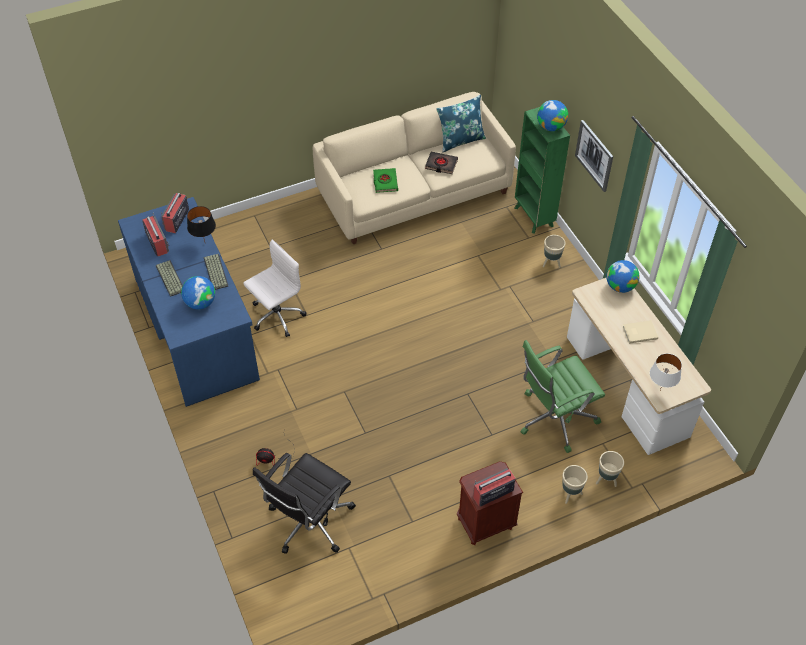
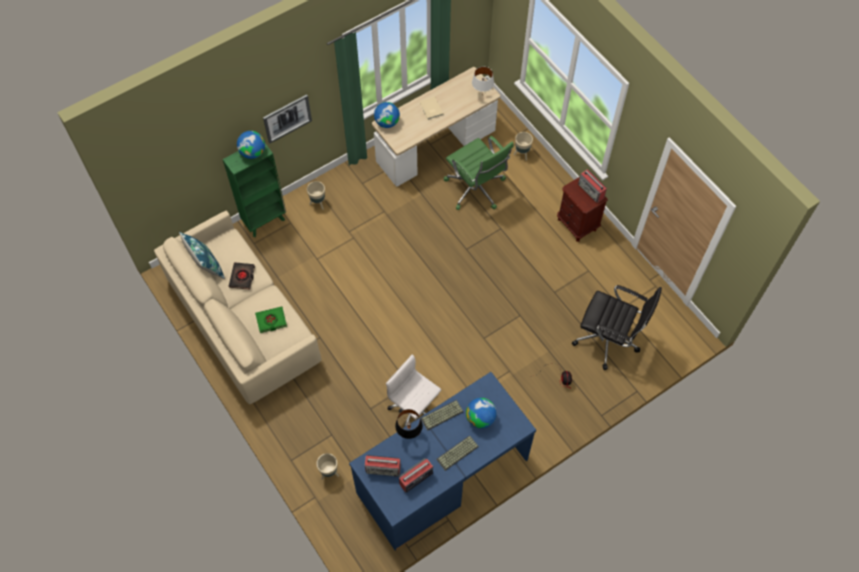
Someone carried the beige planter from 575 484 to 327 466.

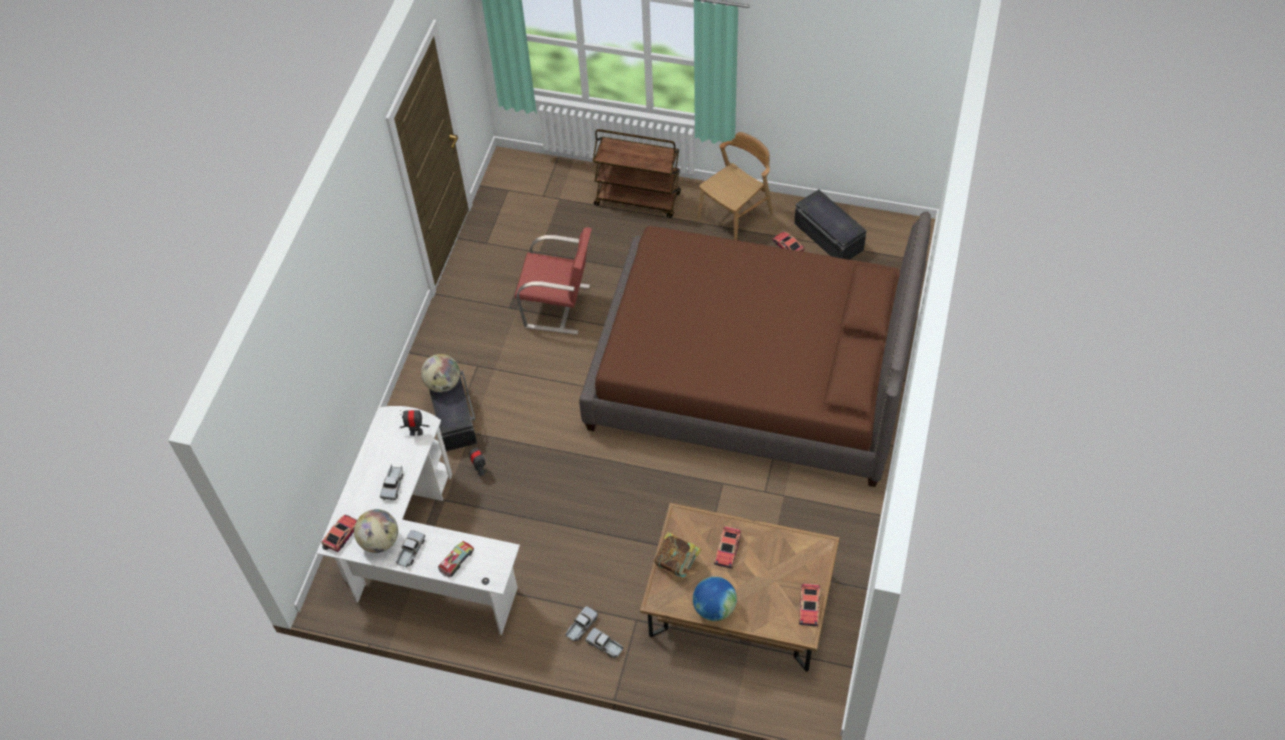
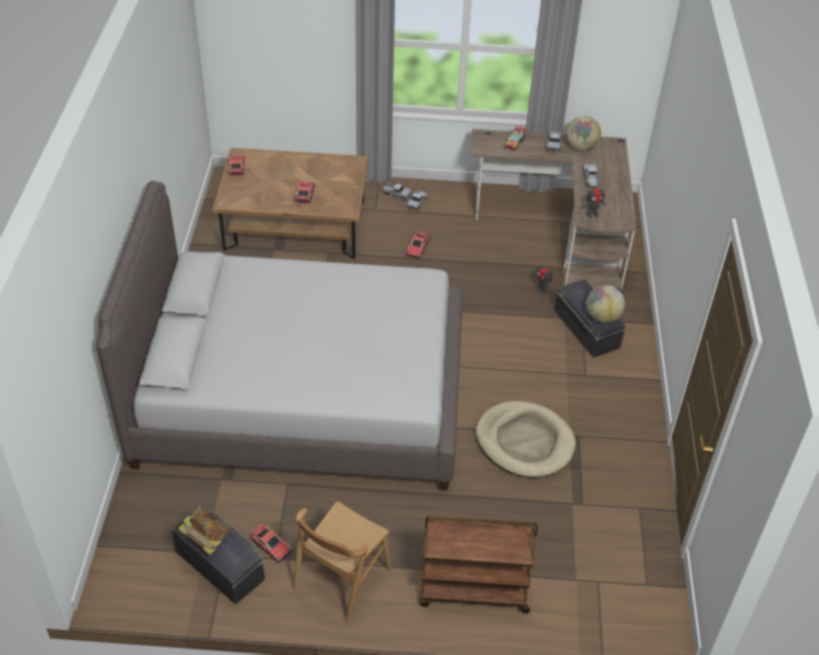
Someone repainted the brown bed at 755 349, which became the grey bed at 279 336. Someone swapped the red chair at 553 281 for the beige dog bed at 526 439. Someone repainted the white desk at 418 520, which became the brown desk at 554 209. Someone carried the toy car from 339 533 to 417 244. Someone carried the book from 677 554 to 204 530. Someone took away the globe at 715 599.

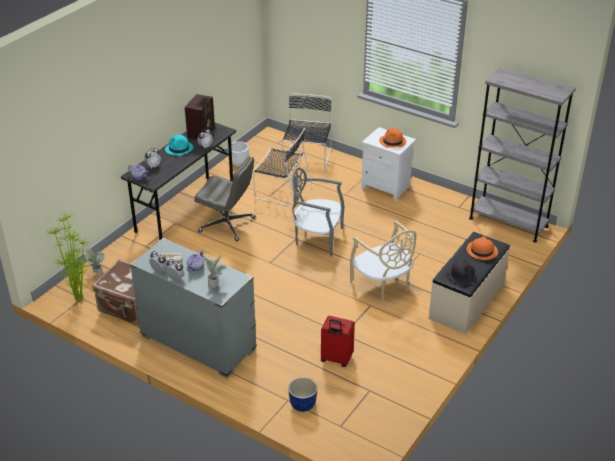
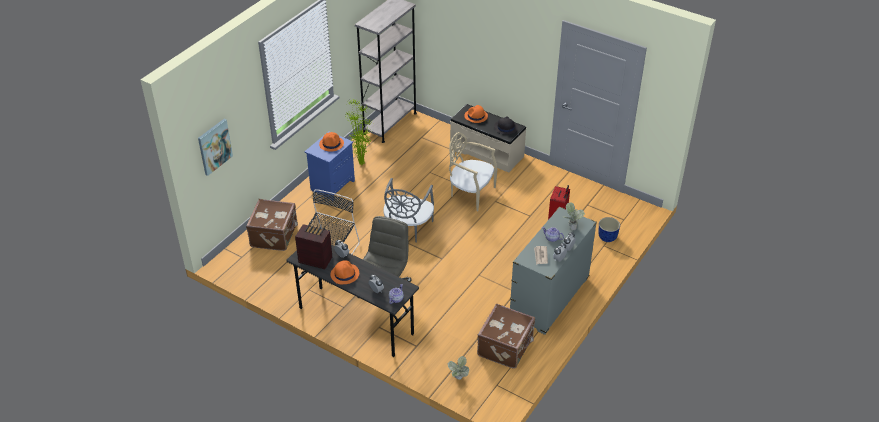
Someone swapped the black chair at 307 131 for the brown suitcase at 272 225. Someone repainted the white nightstand at 388 164, which became the blue nightstand at 329 165. Someone repainted the turquoise hat at 179 145, which became the orange hat at 344 272. Someone took away the white planter at 238 154. Someone carried the potted plant from 67 256 to 358 132. Someone rotated the beige chair at 383 261 by 120 degrees counterclockwise. Someone put up the picture at 215 147.

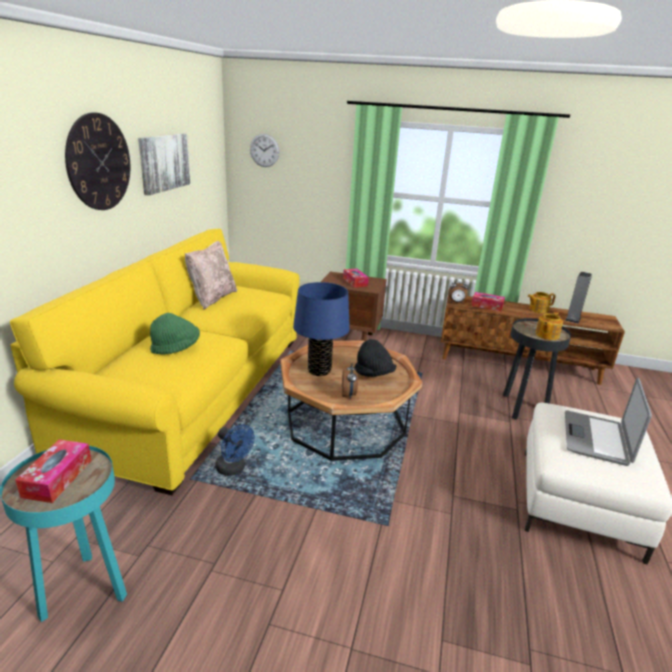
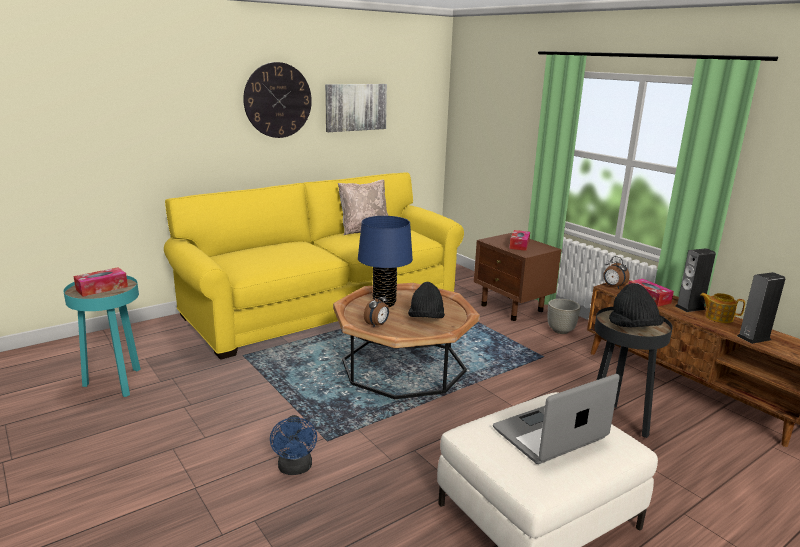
Someone took away the wall clock at 265 150. Someone swapped the teapot at 549 326 for the black hat at 636 305. Someone took away the green hat at 175 334. Someone carried the blue fan from 235 450 to 293 445. Someone put down the speaker at 695 280. Someone put down the grey planter at 564 316.

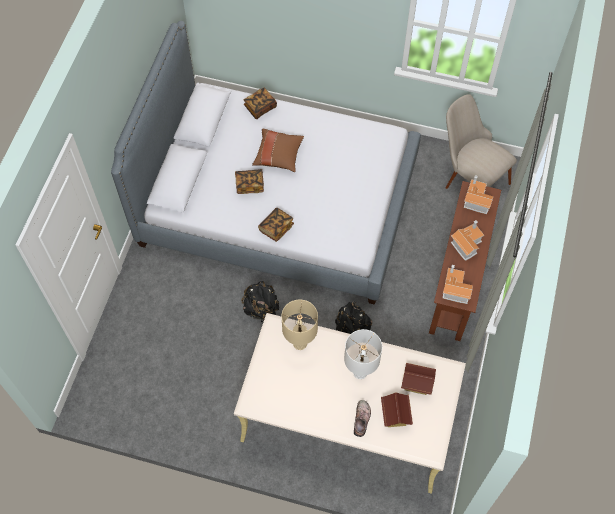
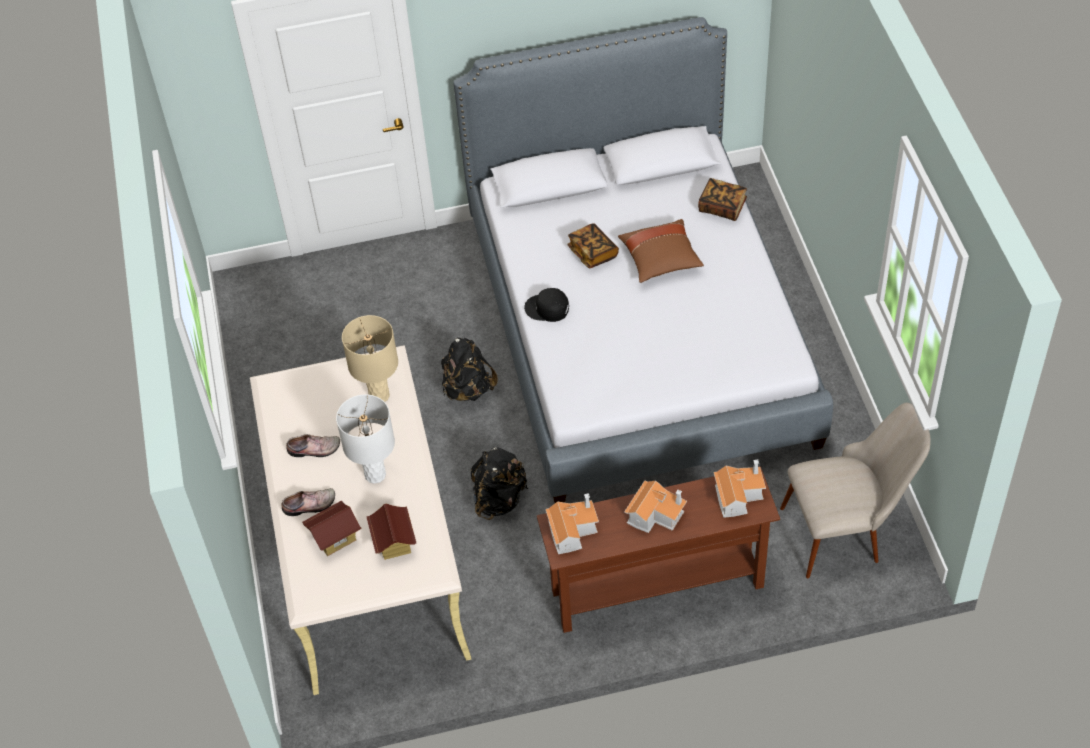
Someone rotated the beige chair at 481 141 by 60 degrees clockwise. Someone swapped the book at 276 225 for the black cap at 546 305. Someone put down the shoe at 313 445.

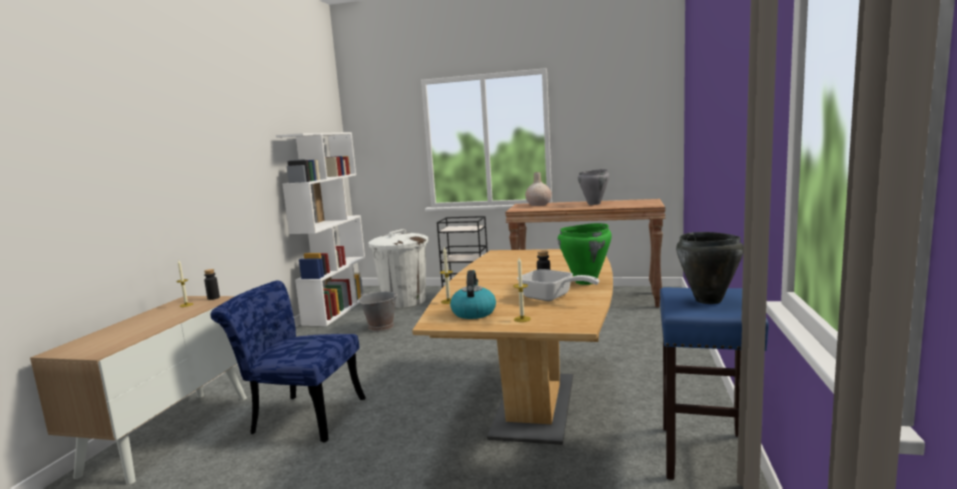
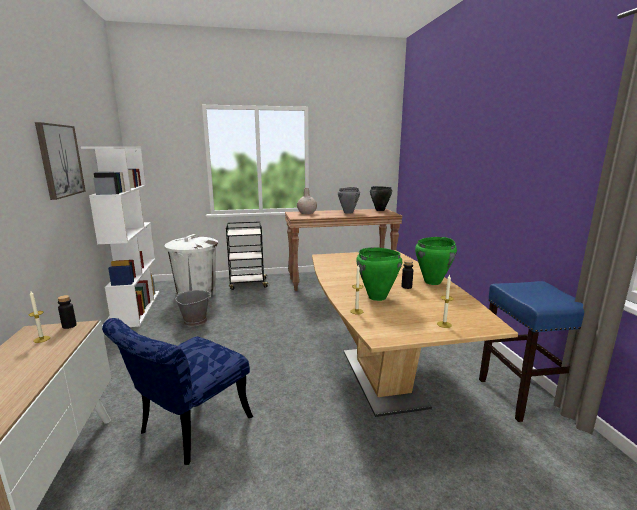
Someone carried the black cooking pot from 710 268 to 381 198. Someone took away the frying pan at 558 285. Someone took away the kettle at 473 294. Someone rotated the blue chair at 288 362 by 45 degrees counterclockwise. Someone put up the picture at 60 161. Someone put down the green cooking pot at 379 274.

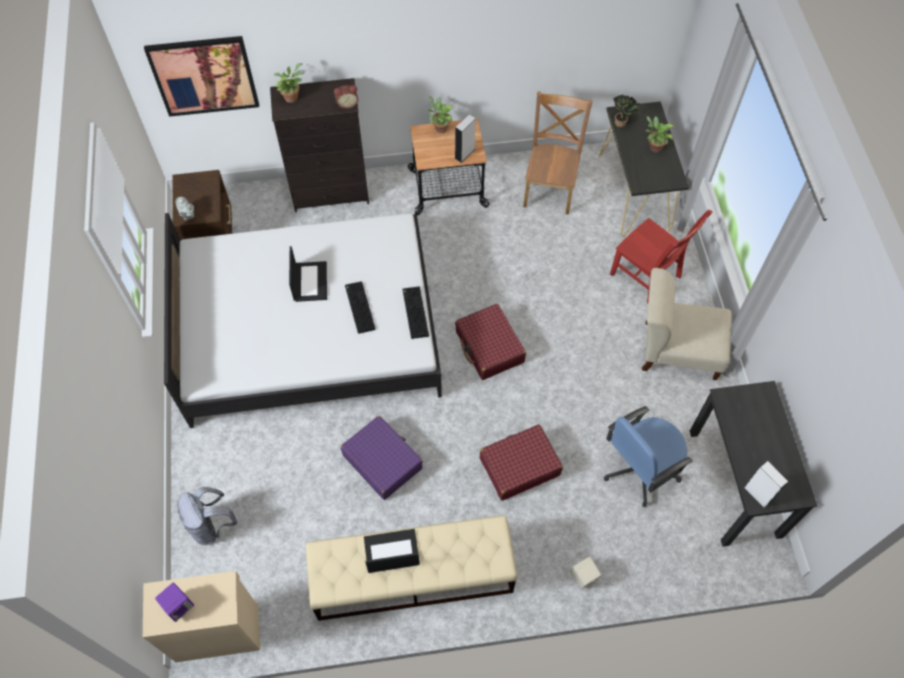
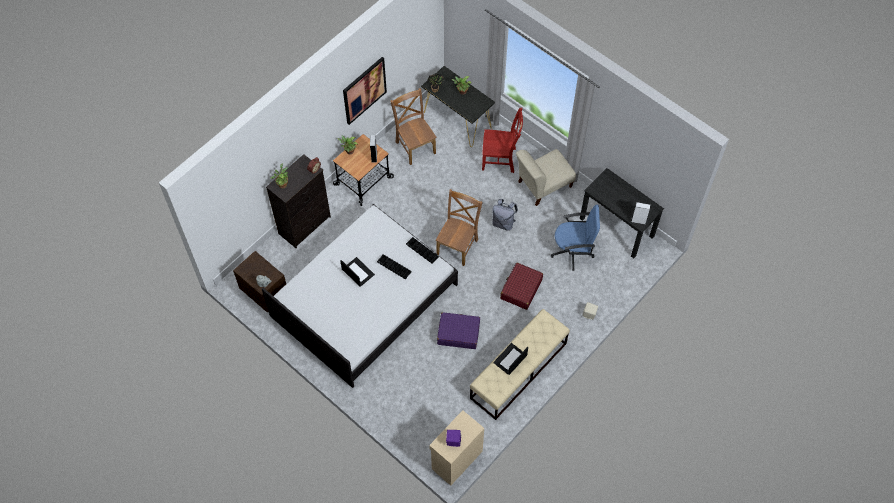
Someone carried the picture from 201 76 to 365 91. Someone swapped the red suitcase at 490 342 for the brown chair at 459 227. Someone rotated the blue office chair at 648 456 by 105 degrees counterclockwise. Someone carried the grey backpack from 207 516 to 505 215.

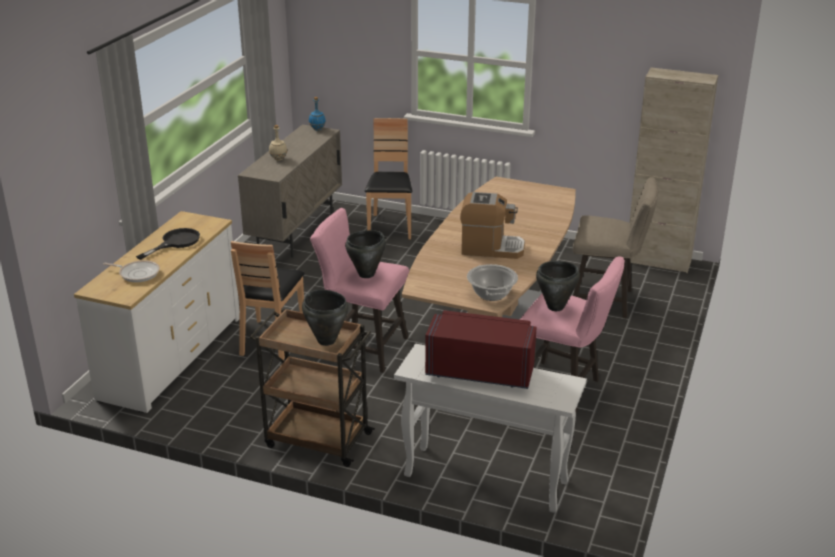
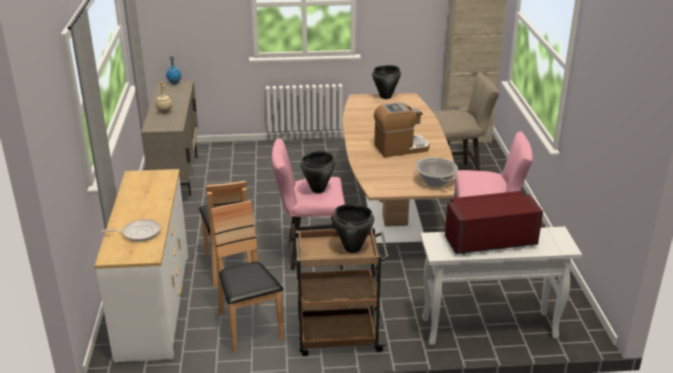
Someone carried the brown chair from 388 179 to 247 277. Someone took away the black frying pan at 168 244. Someone carried the black cooking pot from 558 286 to 386 82.

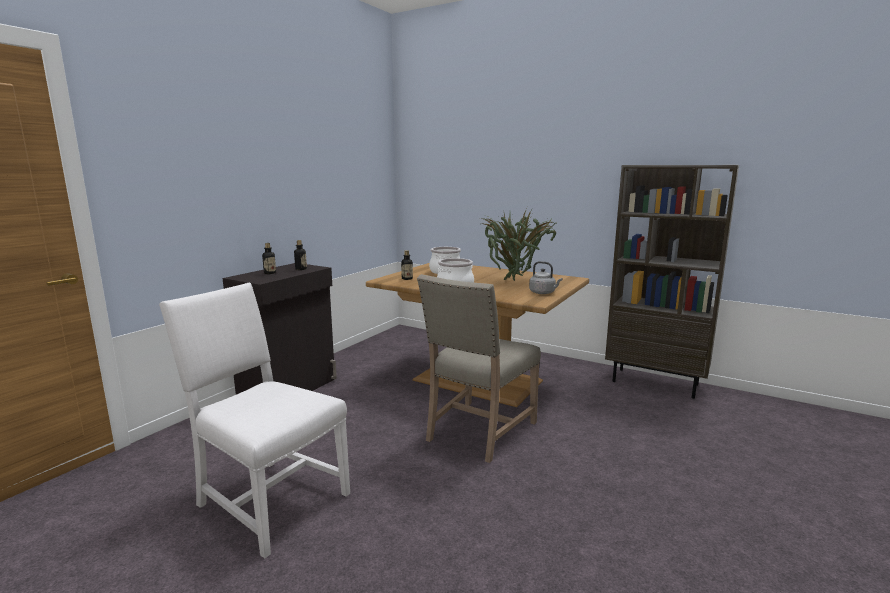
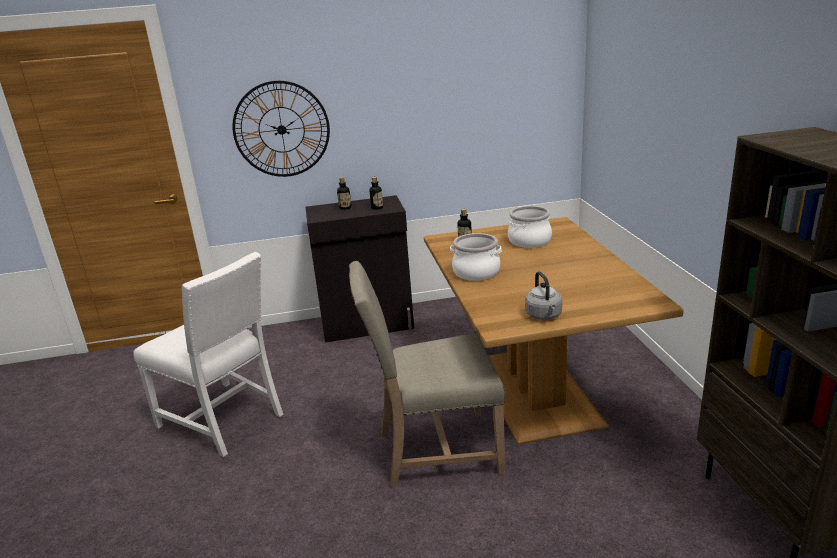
Someone took away the potted plant at 517 245. Someone rotated the white chair at 254 420 by 135 degrees clockwise. Someone put up the wall clock at 281 129.

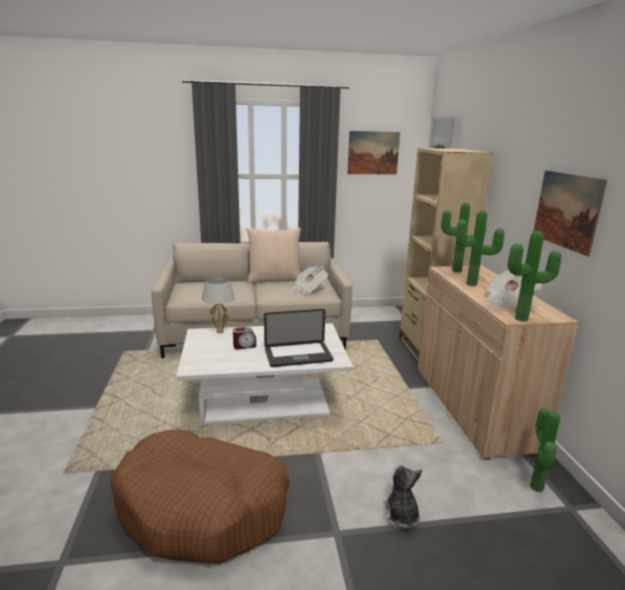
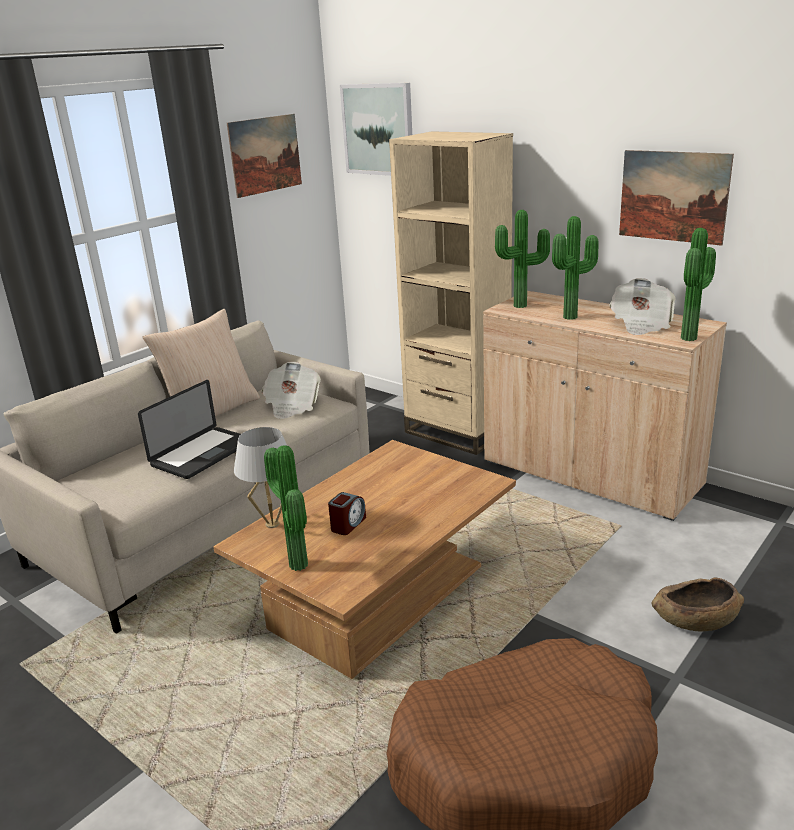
Someone carried the laptop from 298 338 to 189 429. Someone repainted the white coffee table at 264 374, which became the brown coffee table at 364 559. Someone carried the potted plant from 545 450 to 286 508. Someone swapped the plush toy at 403 496 for the brown bowl at 698 605.

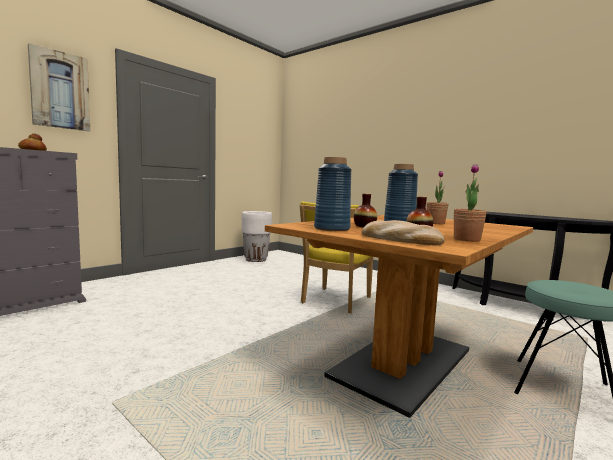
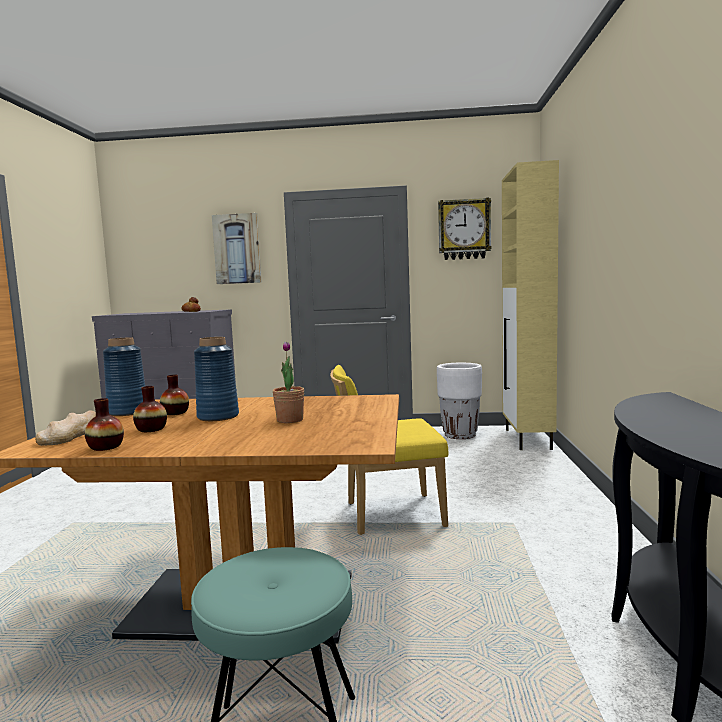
Someone swapped the potted plant at 470 203 for the vase at 104 424. Someone put down the beige cabinet at 530 305. Someone put up the wall clock at 465 229.

